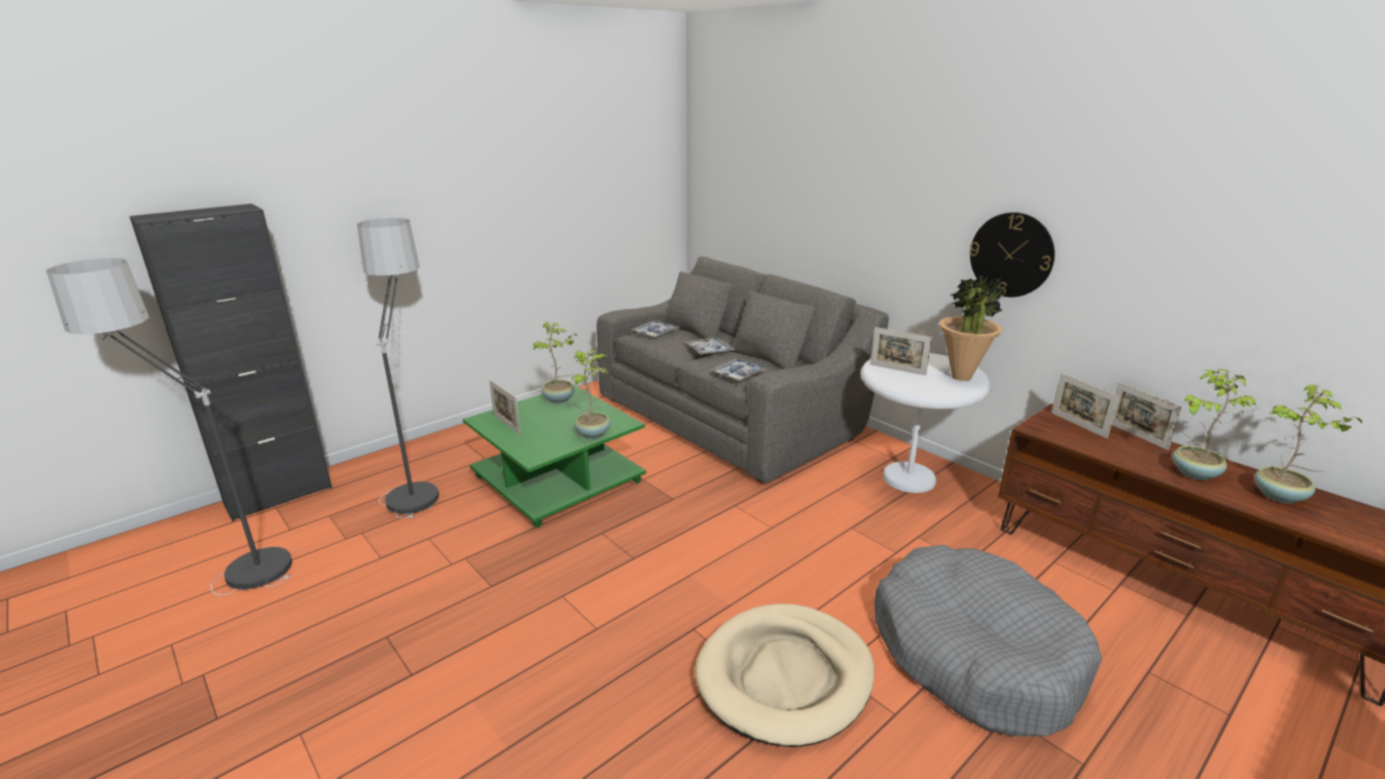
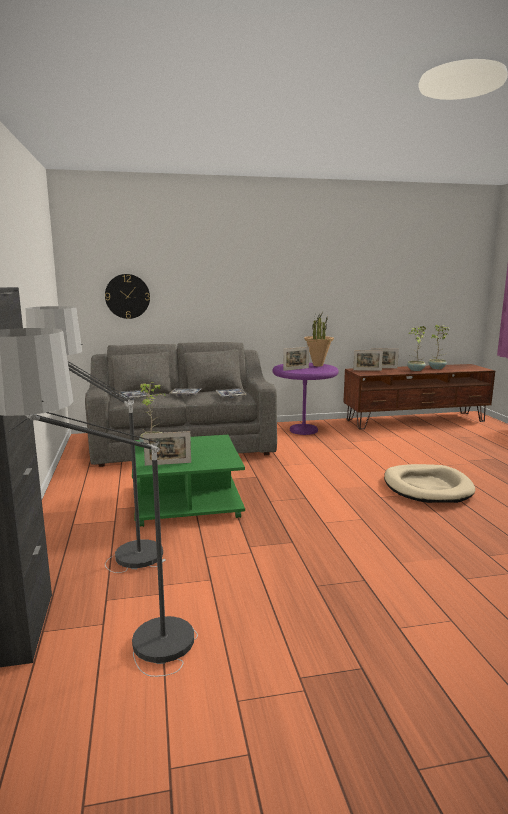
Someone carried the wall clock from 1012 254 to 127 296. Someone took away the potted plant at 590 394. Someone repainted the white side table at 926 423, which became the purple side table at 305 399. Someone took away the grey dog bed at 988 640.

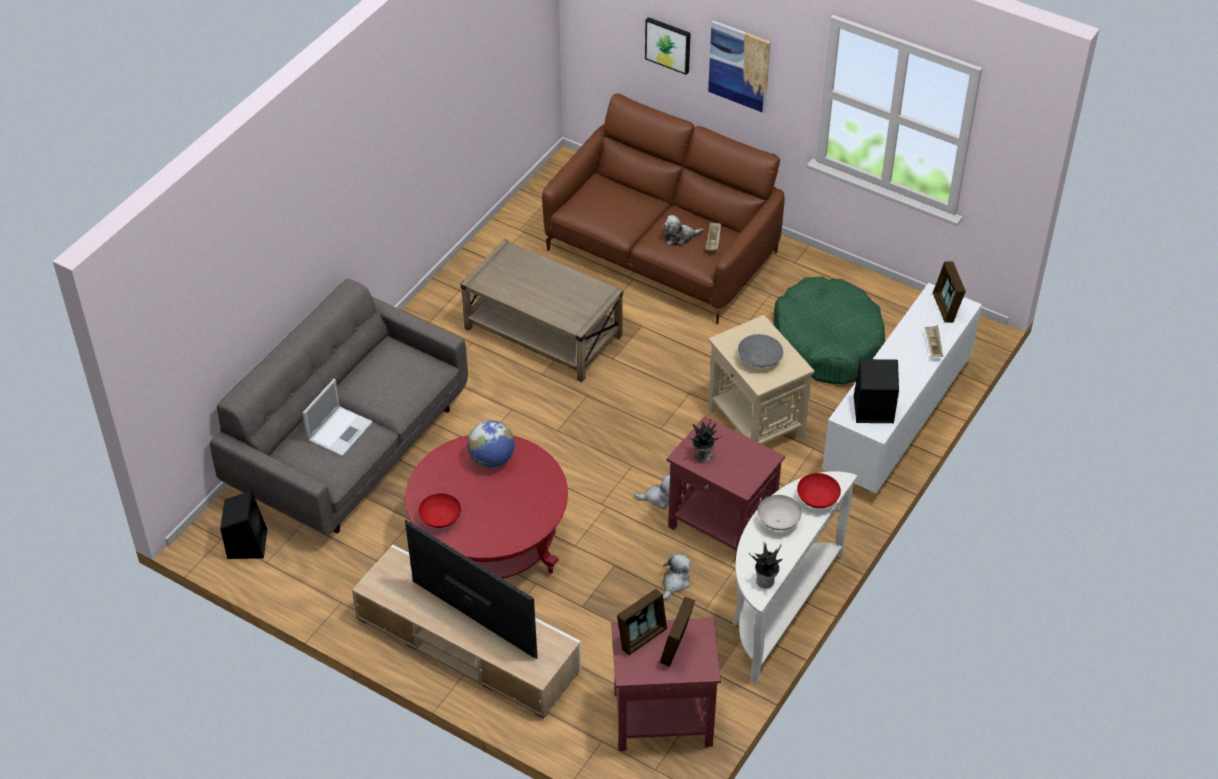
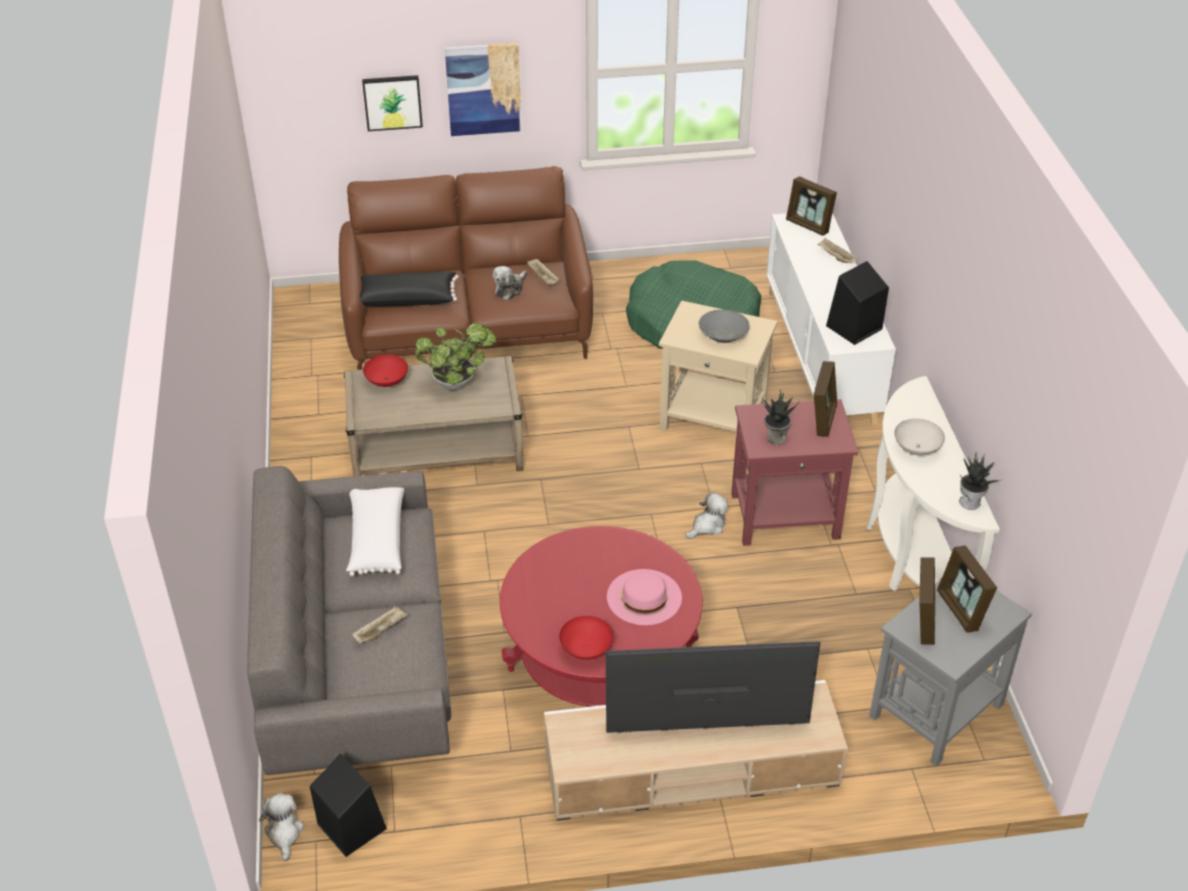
Someone swapped the laptop at 338 418 for the beige tray at 380 625. Someone took away the globe at 491 444. Someone carried the red bowl from 819 490 to 385 371. Someone carried the plush toy from 677 576 to 281 827. Someone repainted the red side table at 666 684, which became the grey side table at 950 672. Someone put down the black pillow at 409 288. Someone put down the potted plant at 455 356. Someone put down the picture frame at 825 399. Someone put down the white pillow at 375 531. Someone put down the pink hat at 644 597.

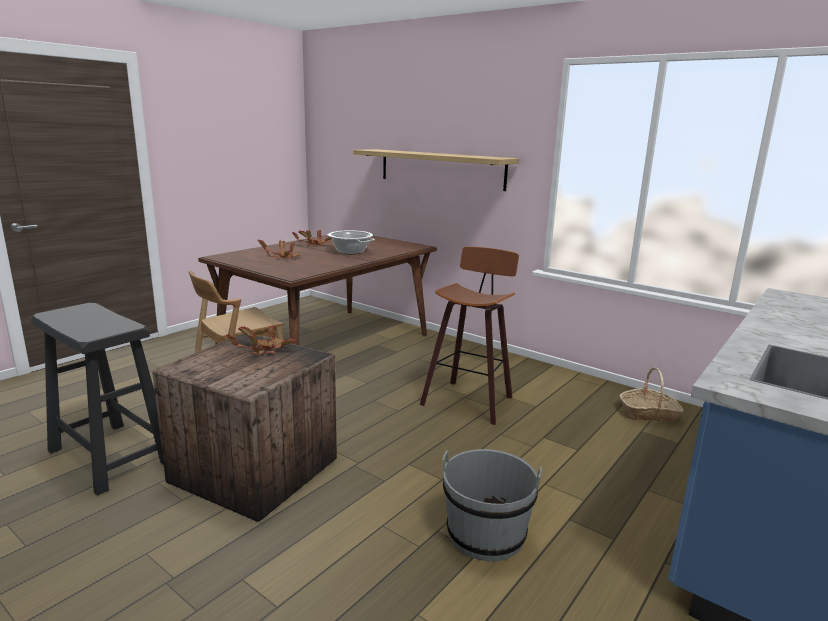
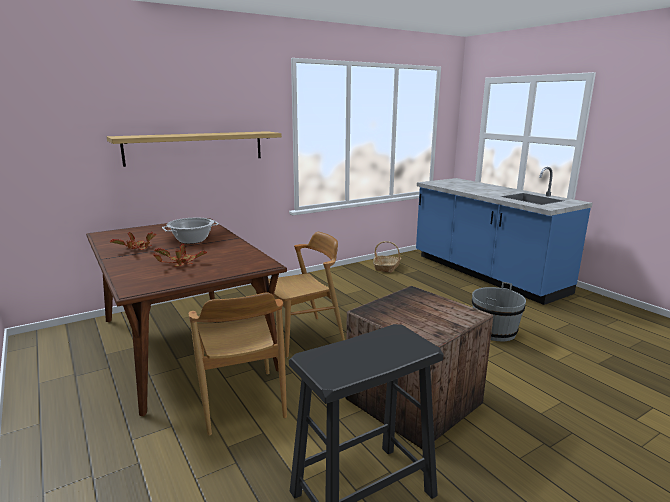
Someone took away the stool at 469 336. Someone took away the potted plant at 261 340. Someone put down the brown chair at 306 295.

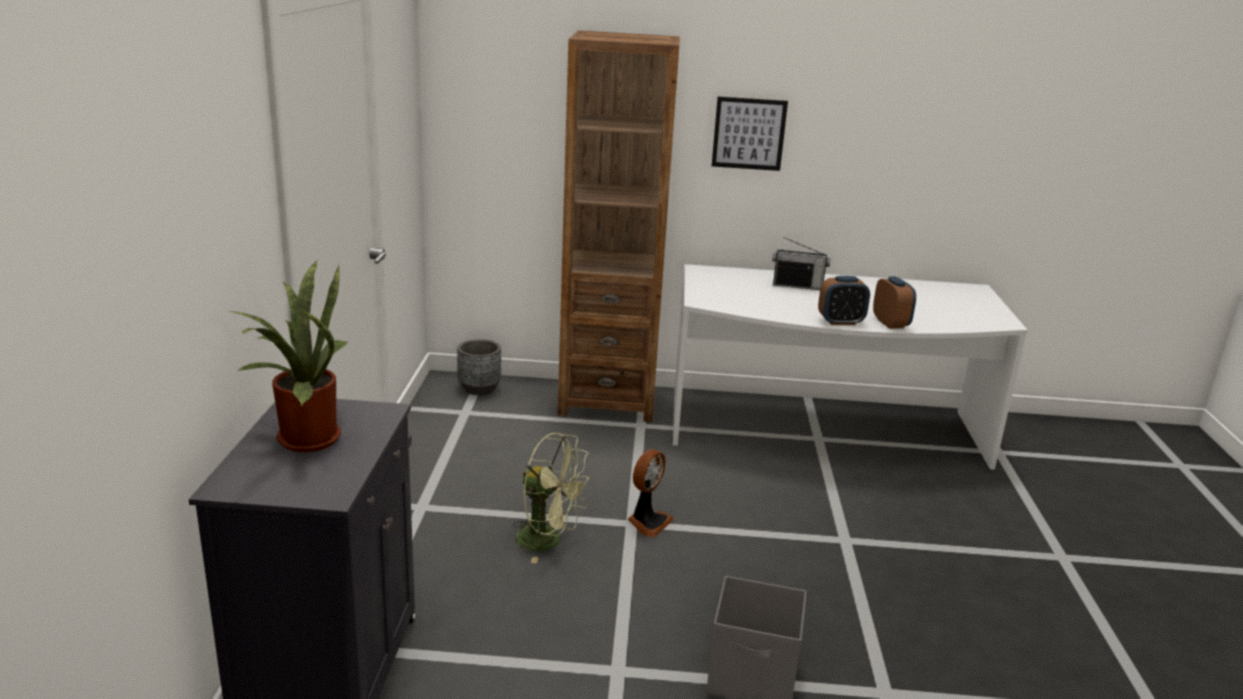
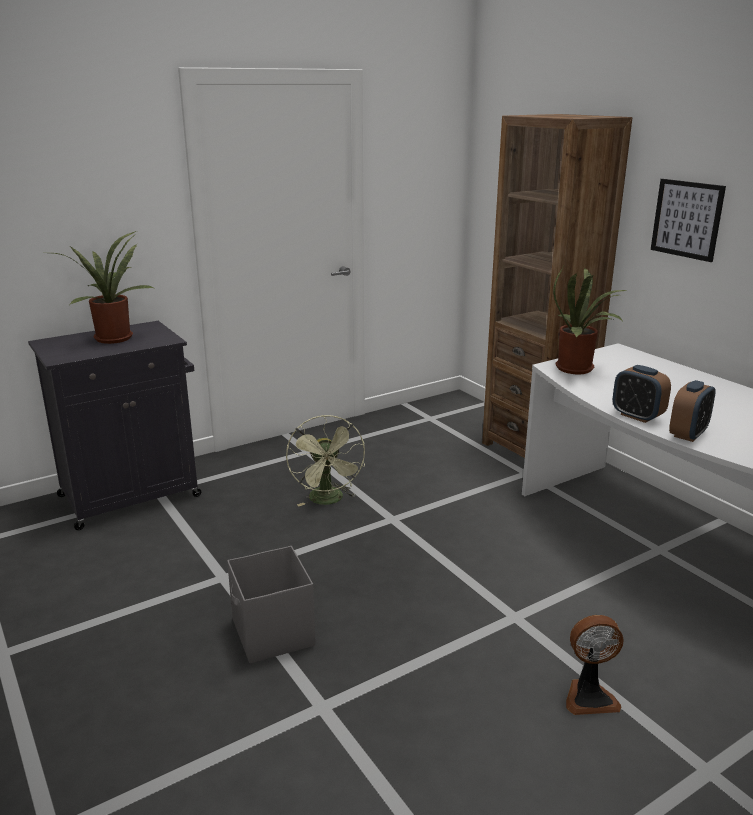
Someone took away the radio at 801 263. Someone took away the grey planter at 479 367. Someone carried the fan from 651 493 to 595 665. Someone put down the potted plant at 590 320.

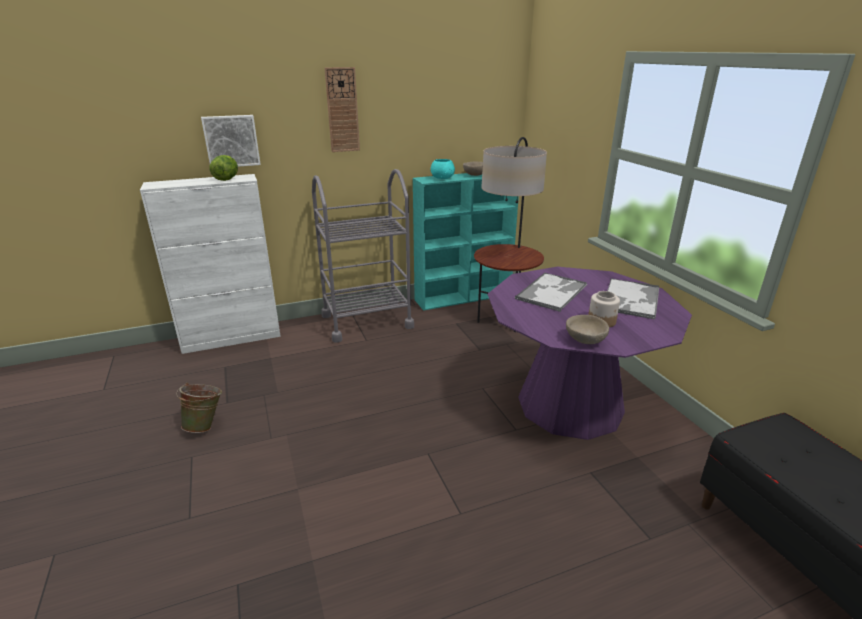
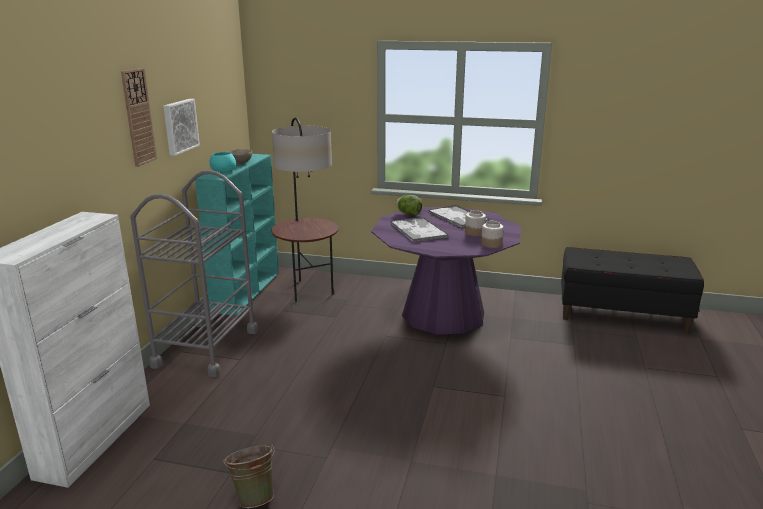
Someone carried the picture from 231 141 to 181 127. Someone carried the lettuce from 223 168 to 409 205. Someone swapped the beige bowl at 587 329 for the jar at 492 234.

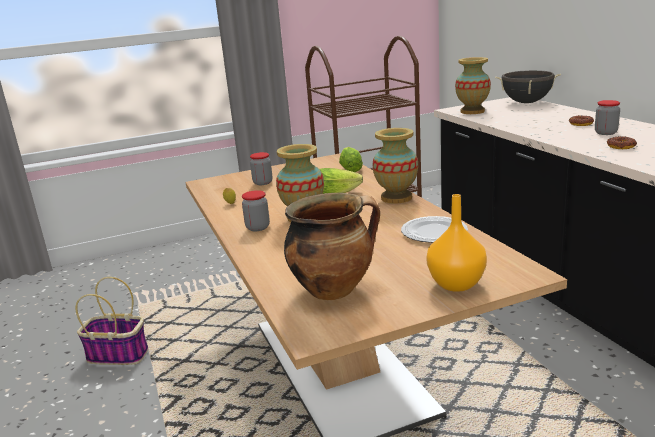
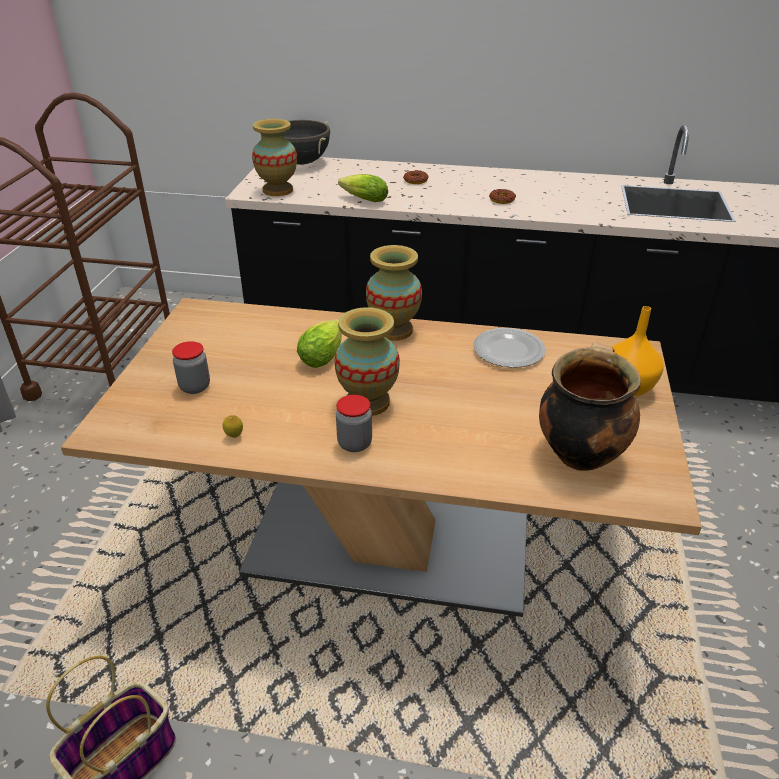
Someone took away the jar at 607 117. Someone carried the lettuce from 351 159 to 363 188.

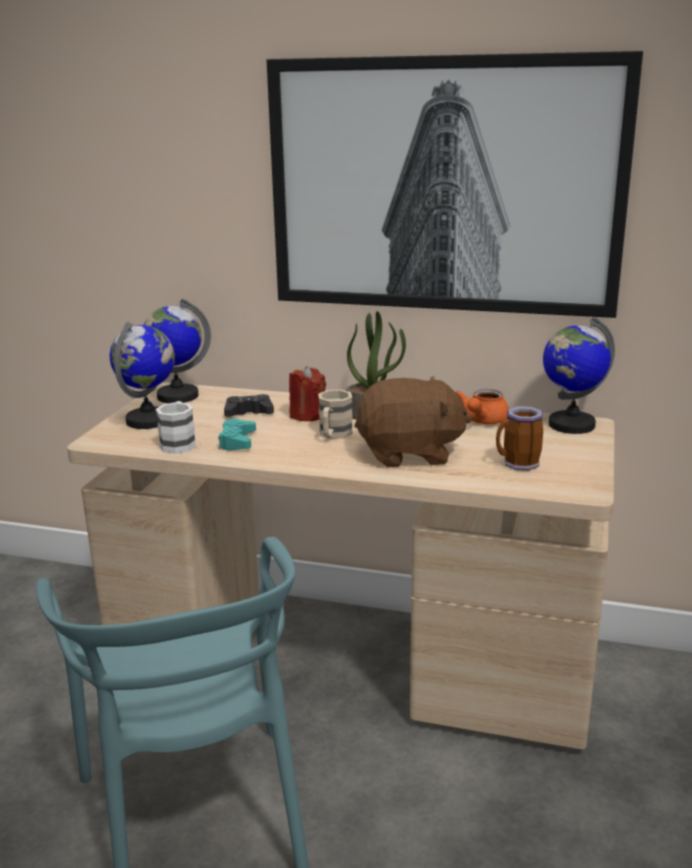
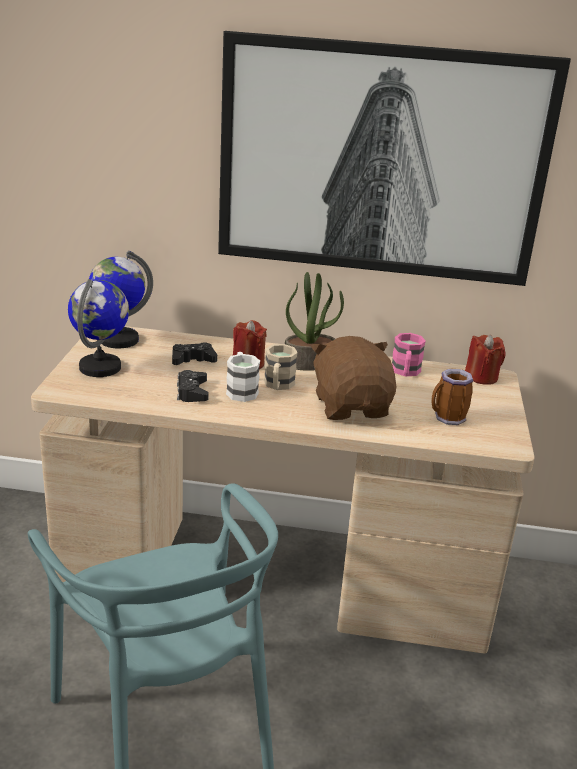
Someone swapped the globe at 579 375 for the red candle at 485 360. Someone rotated the brown plush toy at 413 421 by 90 degrees counterclockwise. Someone swapped the orange teapot at 482 406 for the pink mug at 409 355. Someone carried the white mug from 176 427 to 243 377. Someone repainted the turquoise game controller at 237 434, which became the black game controller at 193 386.

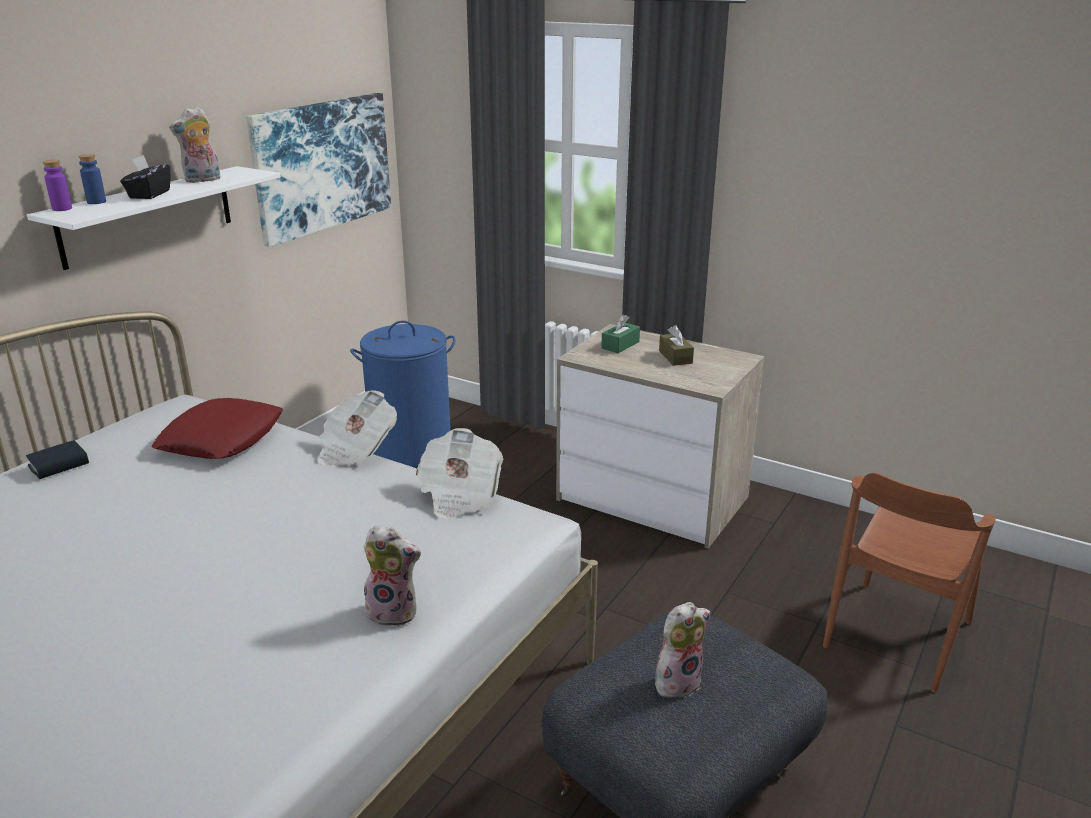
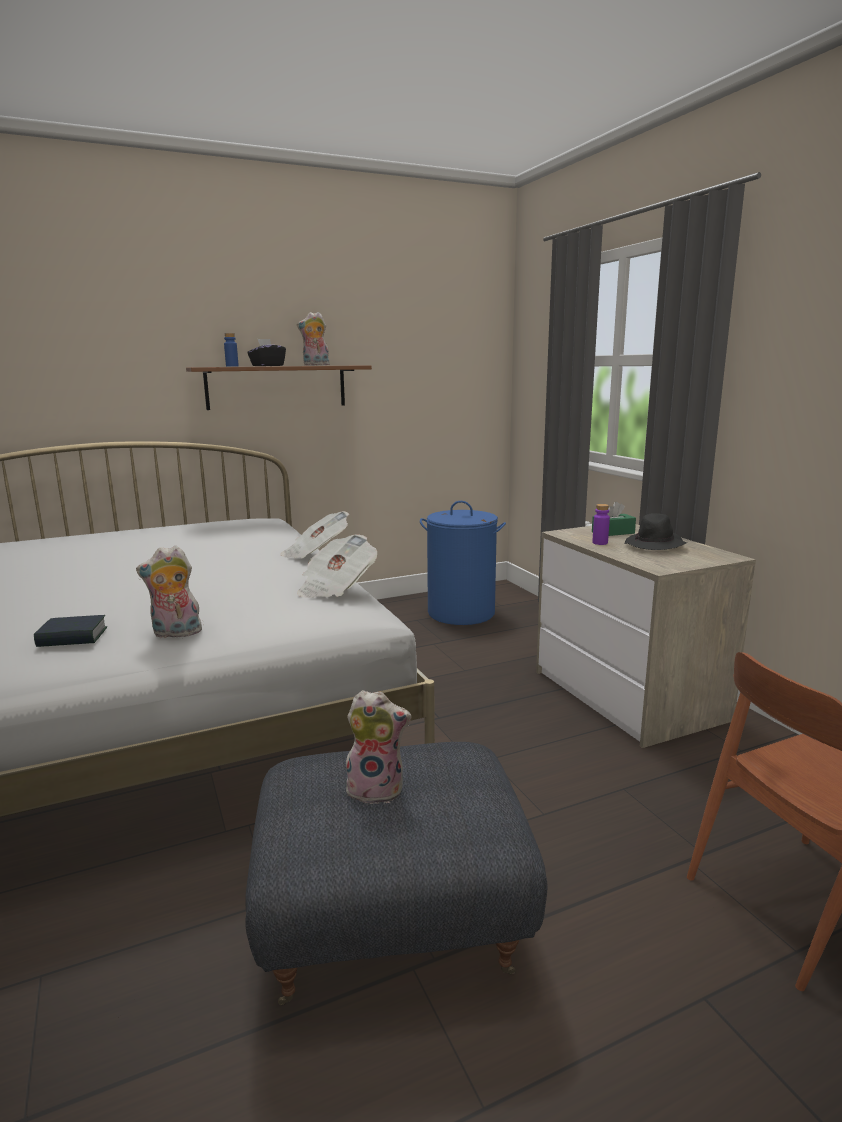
Someone took away the picture at 318 170. Someone carried the purple bottle from 57 185 to 601 524. Someone repainted the white shelf at 154 218, which became the brown shelf at 279 387. Someone swapped the brown tissue box at 676 345 for the black hat at 655 531. Someone took away the red pillow at 217 428. Someone carried the book from 57 459 to 70 631. Someone rotated the plush toy at 392 575 by 120 degrees clockwise.

